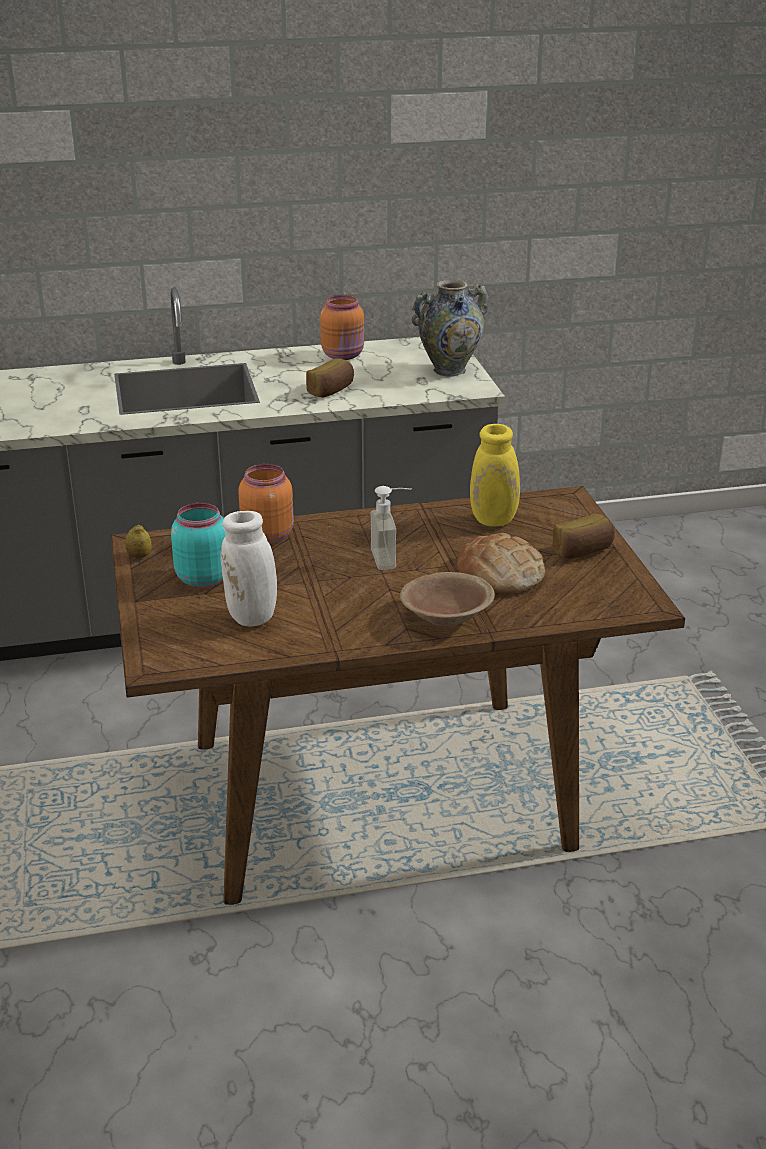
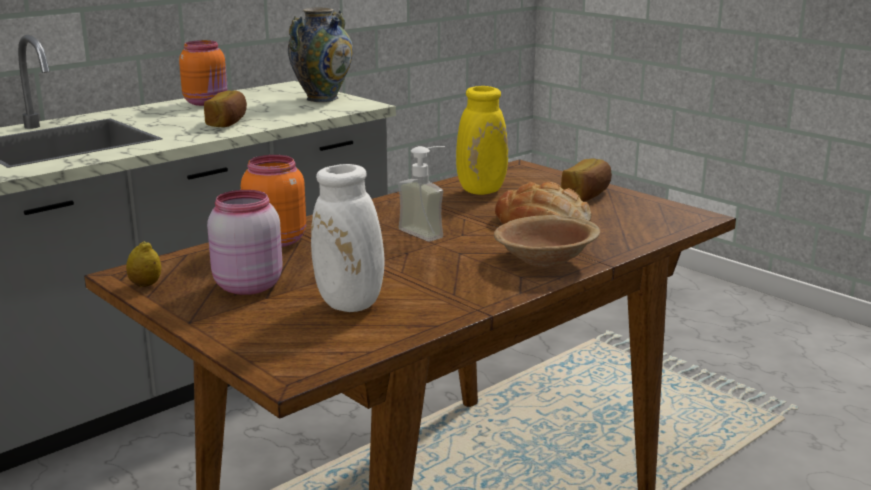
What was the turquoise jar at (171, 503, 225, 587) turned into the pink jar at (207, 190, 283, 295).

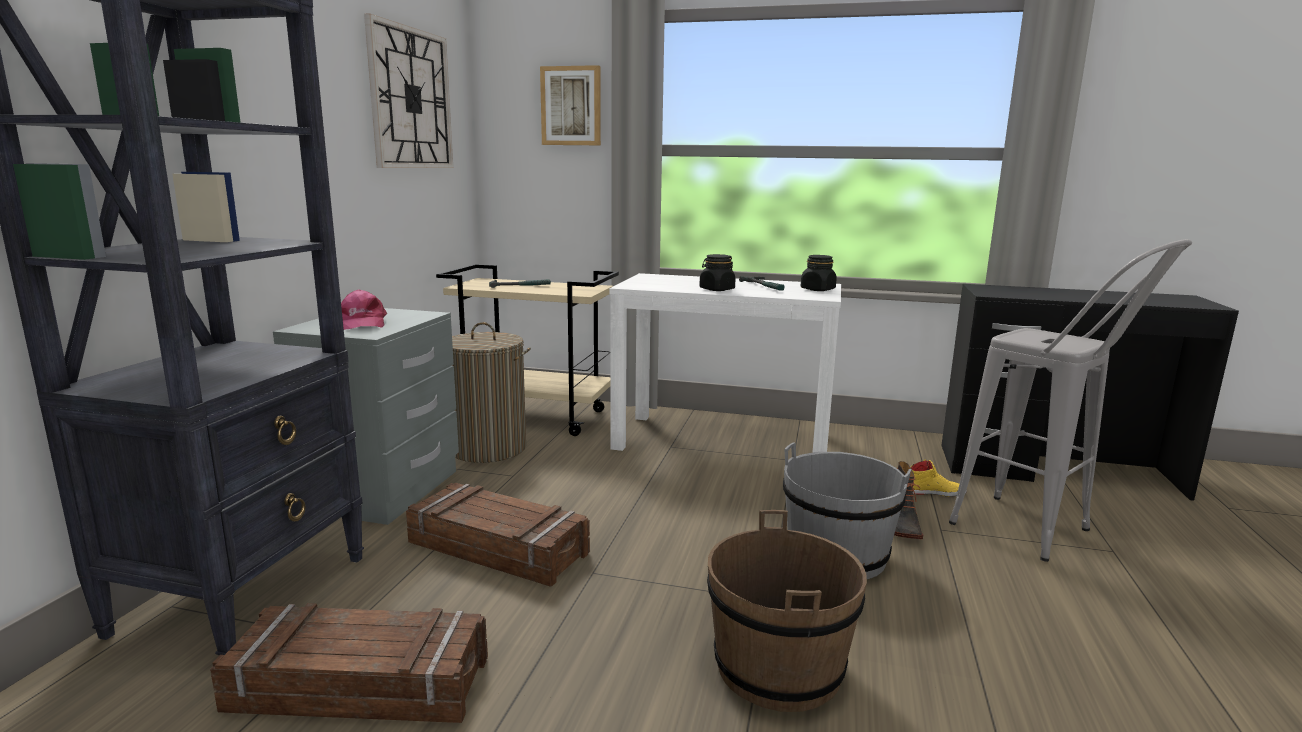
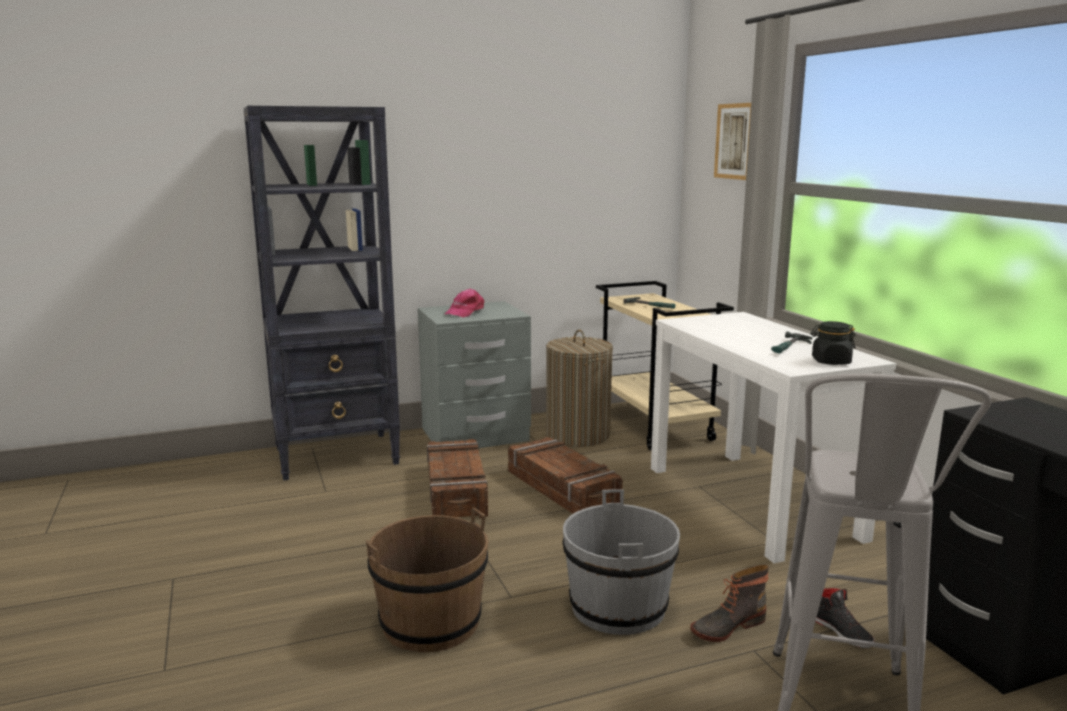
The second view lost the wall clock at (364, 13, 453, 168).
The second view lost the black jar at (699, 254, 736, 291).
What was the yellow shoe at (910, 459, 967, 497) turned into the black shoe at (815, 588, 874, 648).
The crate ended up elsewhere, having gone from (210, 603, 488, 723) to (508, 437, 623, 514).

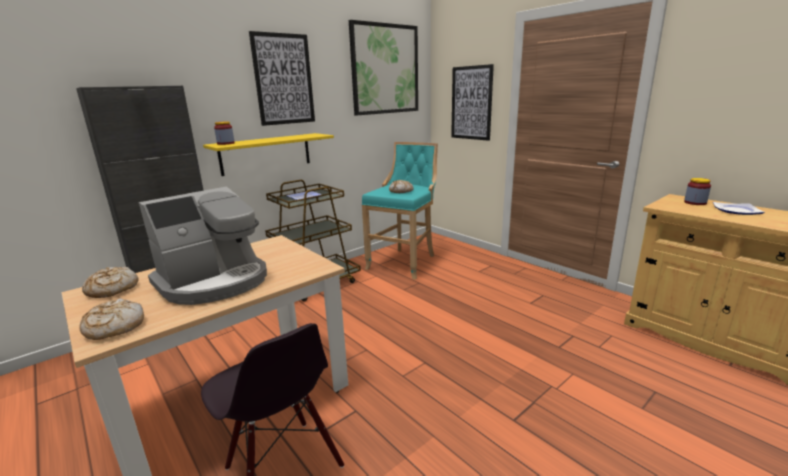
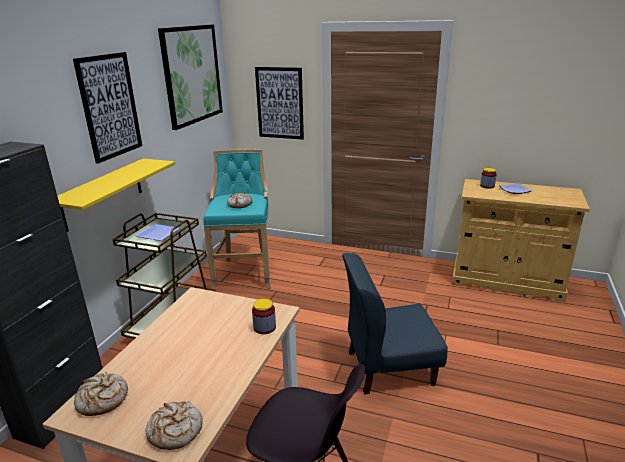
The jar ended up elsewhere, having gone from (214, 122, 235, 145) to (252, 299, 276, 334).
The second view lost the coffee machine at (139, 187, 267, 305).
The second view gained the blue chair at (342, 253, 448, 394).

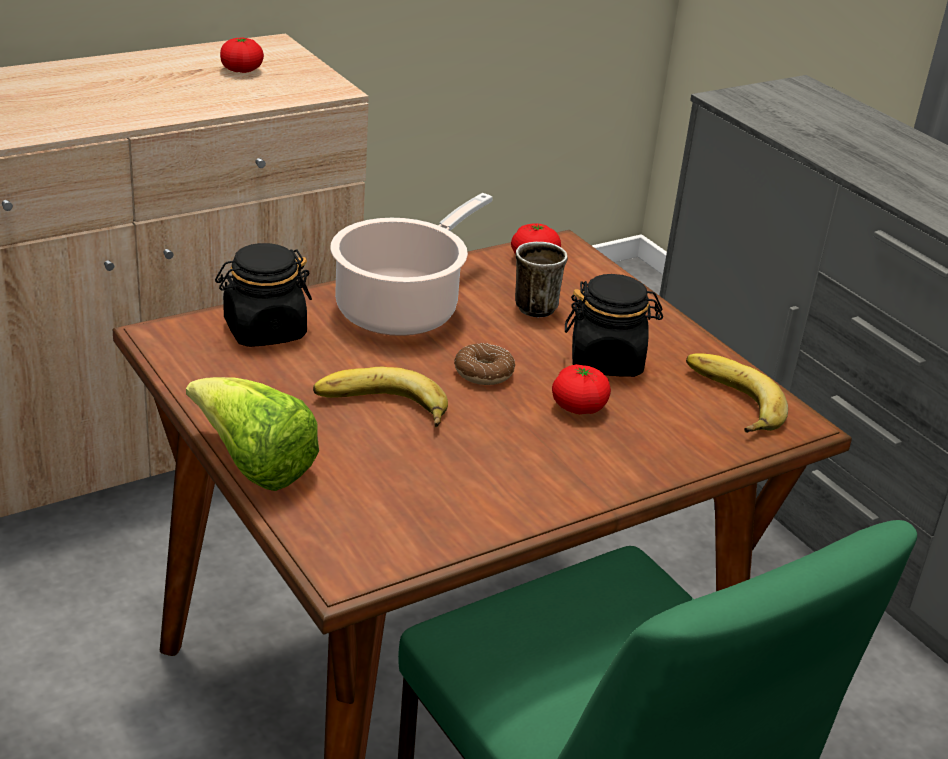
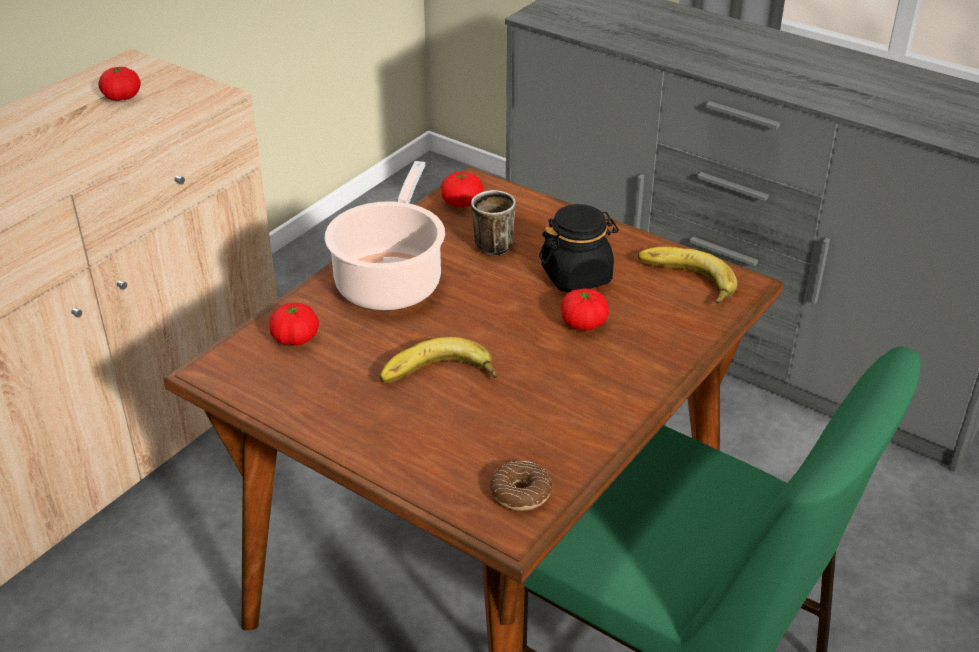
Where the black jar stood at (215, 243, 312, 347), the tomato came to stand at (270, 303, 319, 346).
The donut ended up elsewhere, having gone from (454, 343, 515, 385) to (489, 461, 553, 511).
The second view lost the lettuce at (186, 377, 319, 491).

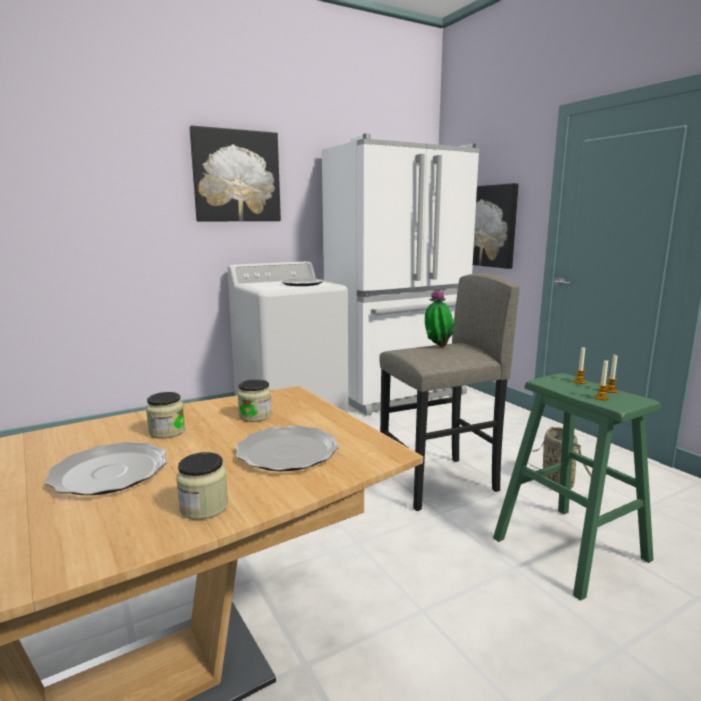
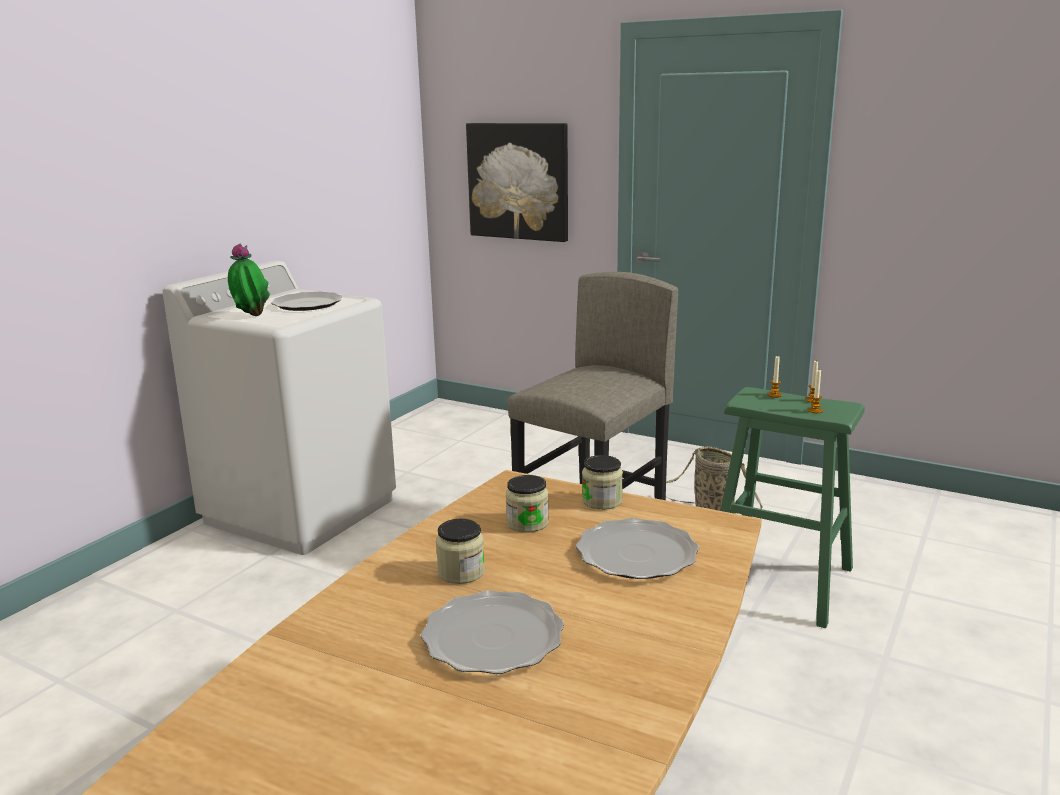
The second view lost the picture at (189, 126, 281, 222).
The second view lost the white fridge at (322, 134, 480, 416).
The potted plant ended up elsewhere, having gone from (425, 289, 455, 347) to (228, 244, 270, 316).
The jar ended up elsewhere, having gone from (176, 452, 228, 520) to (582, 455, 623, 510).

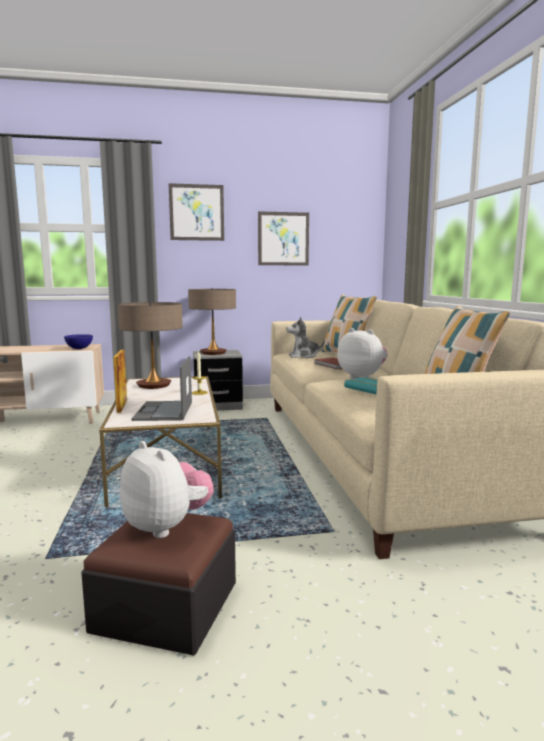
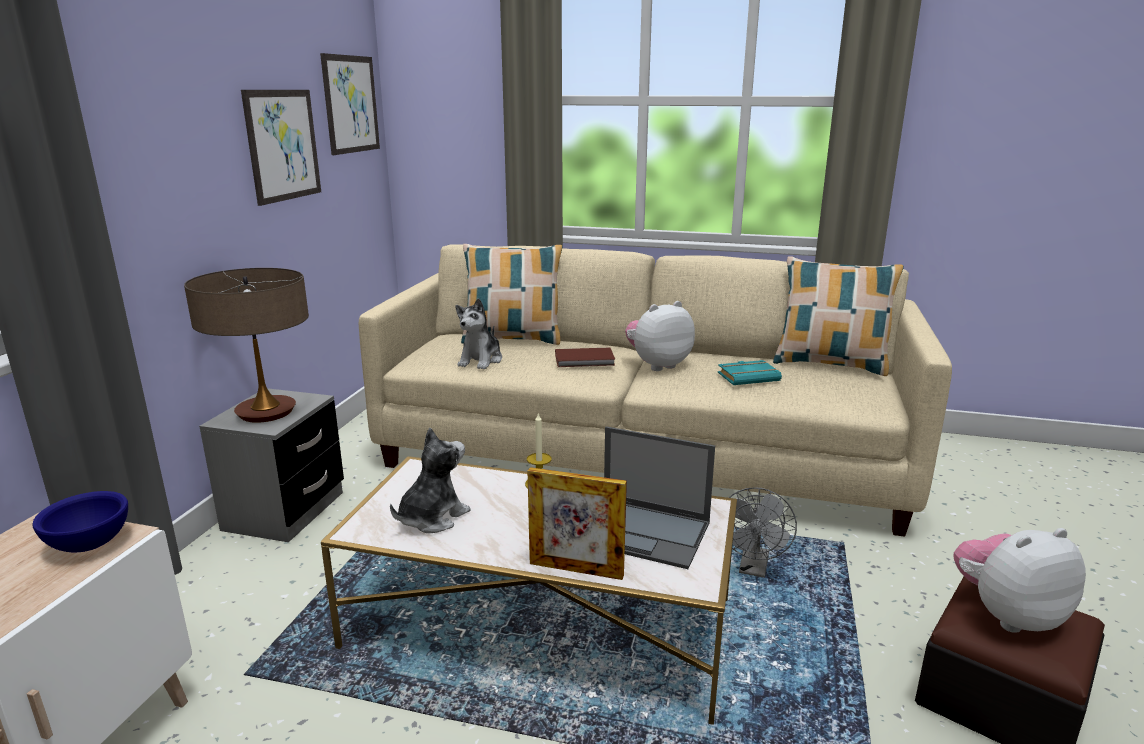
The picture ended up elsewhere, having gone from (168, 183, 224, 241) to (320, 53, 380, 155).
Where the table lamp stood at (118, 302, 183, 389), the plush toy came to stand at (390, 428, 471, 533).
The second view gained the grey fan at (729, 488, 797, 578).

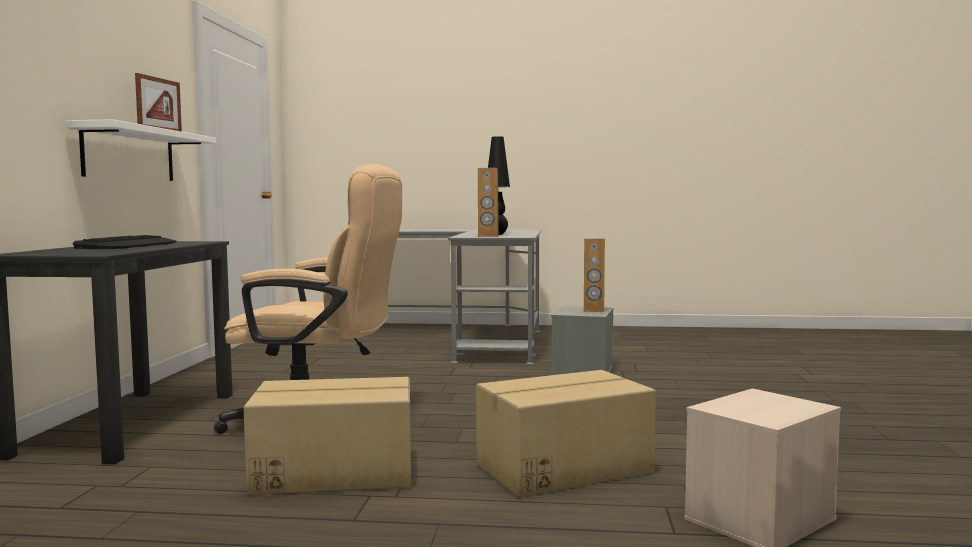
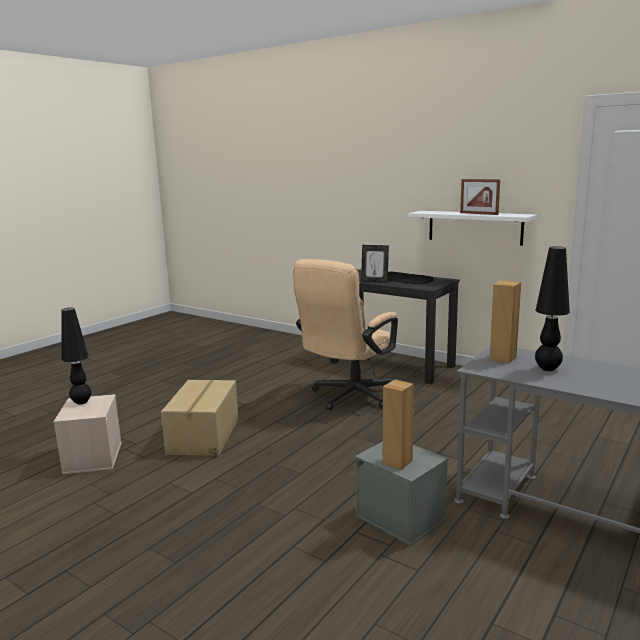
The second view lost the cardboard box at (244, 377, 411, 495).
The second view gained the picture frame at (361, 245, 389, 283).
The second view gained the black table lamp at (61, 308, 91, 404).

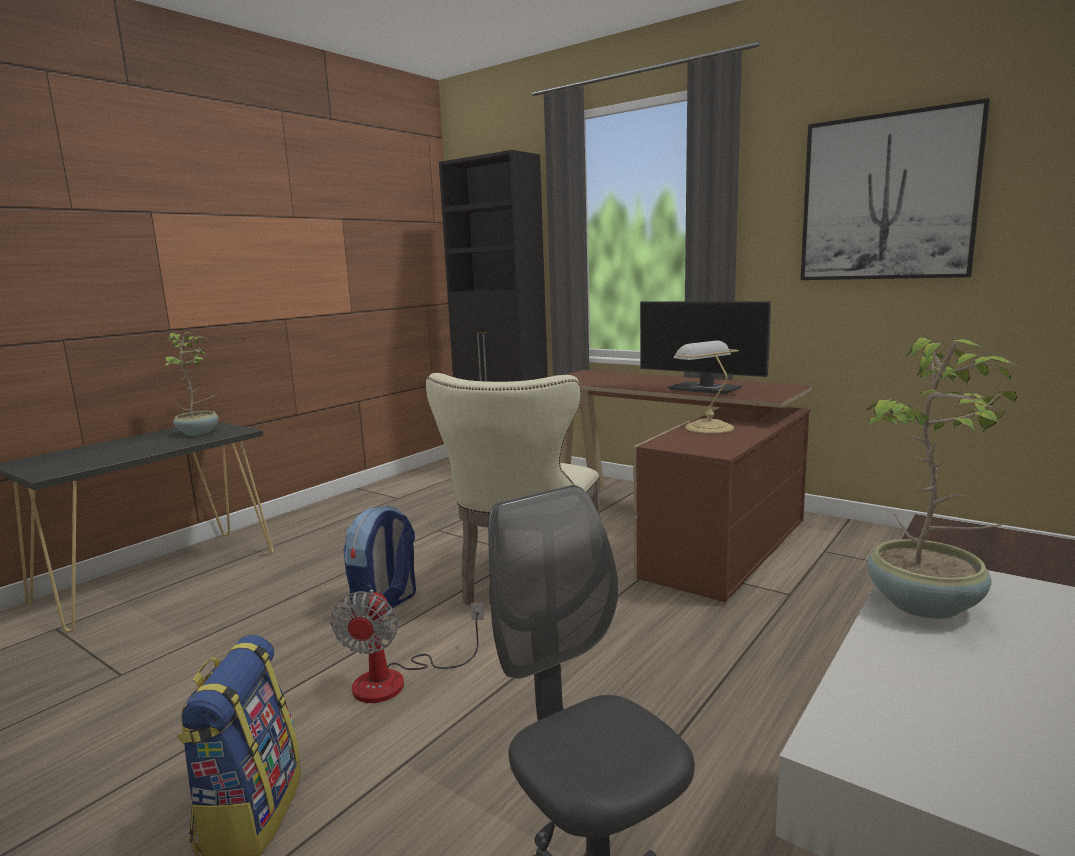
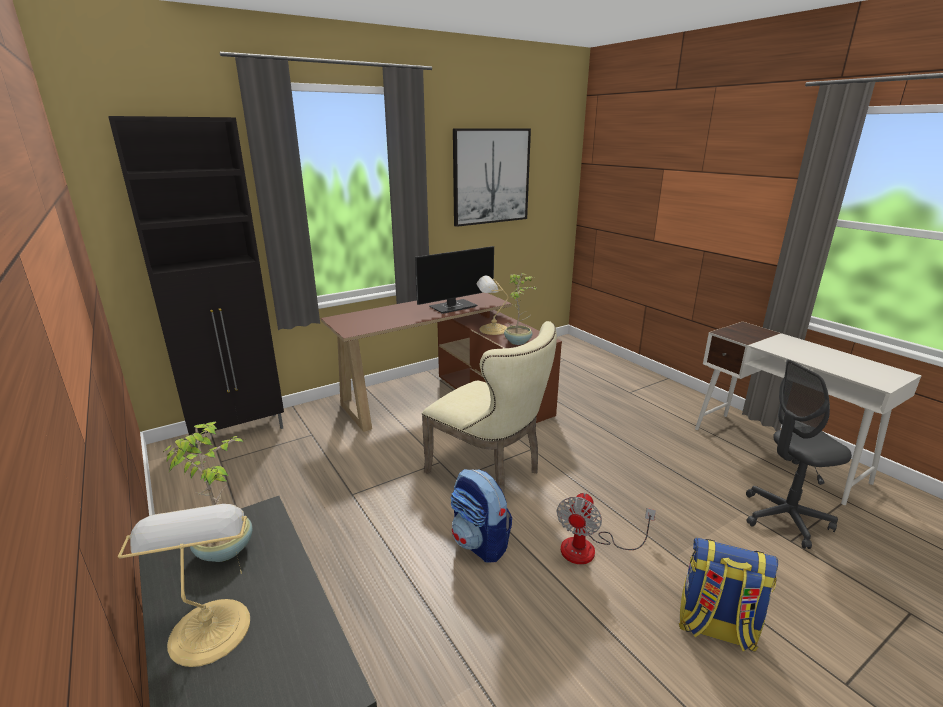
The potted plant ended up elsewhere, having gone from (865, 337, 1018, 619) to (504, 273, 536, 345).
The fan at (331, 590, 484, 703) ended up facing another way, 90 degrees clockwise from before.
The second view gained the table lamp at (118, 504, 250, 667).

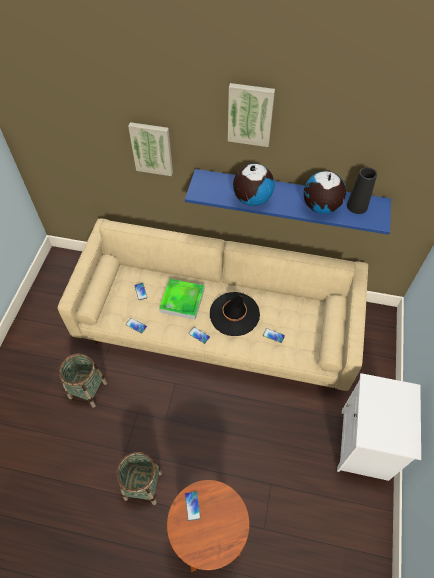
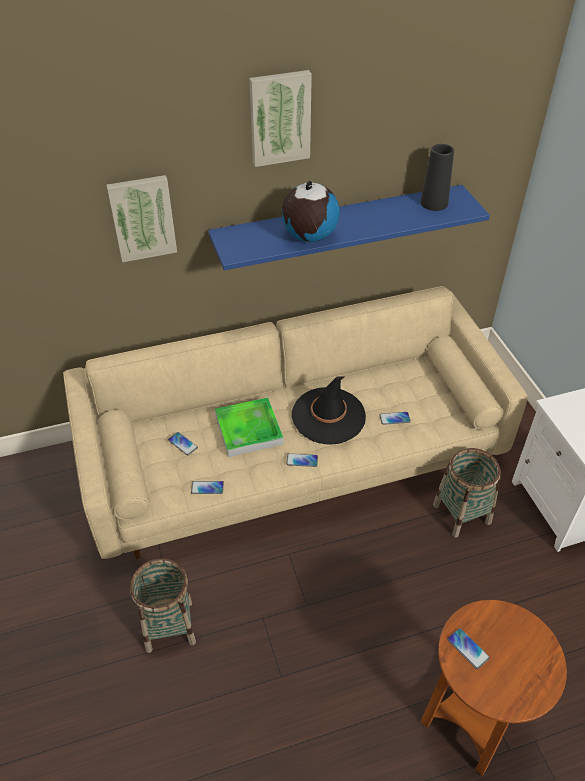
The second view lost the globe at (303, 171, 346, 214).
The basket ended up elsewhere, having gone from (116, 452, 162, 505) to (433, 448, 501, 537).

